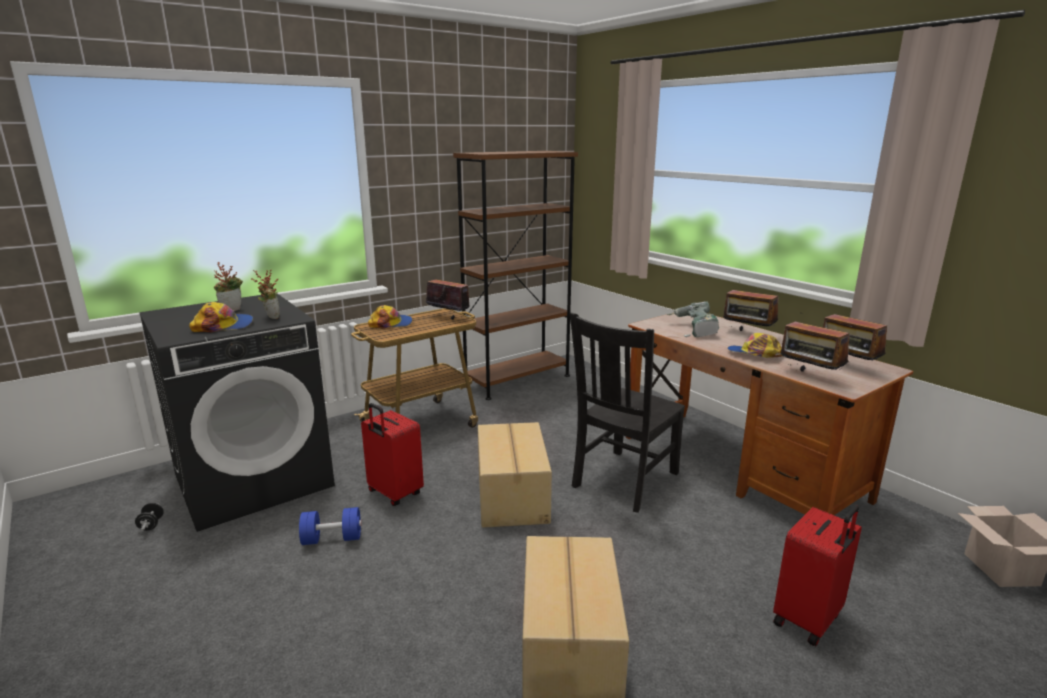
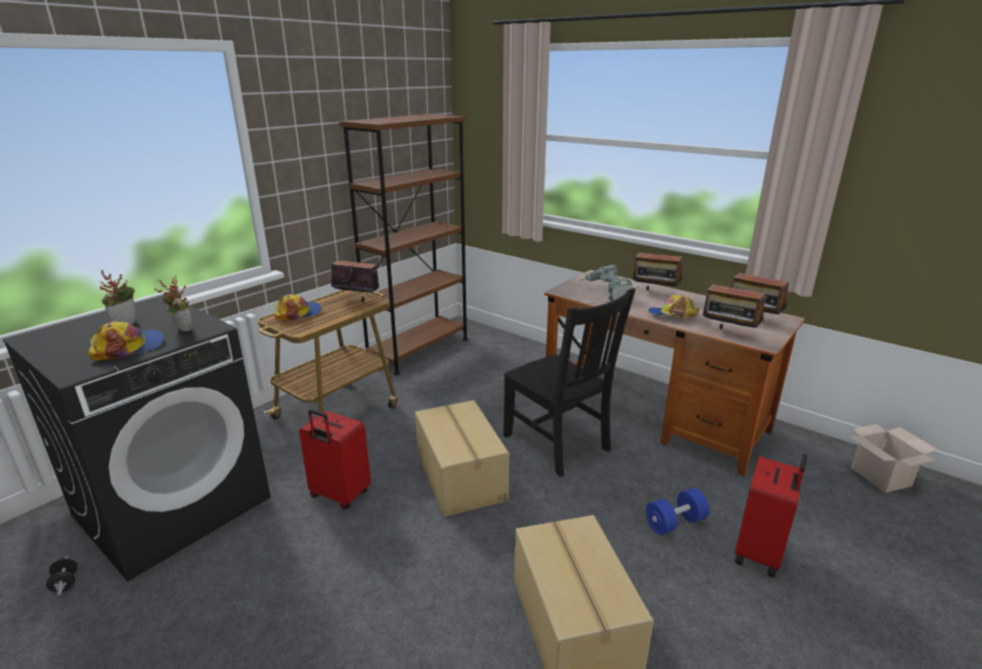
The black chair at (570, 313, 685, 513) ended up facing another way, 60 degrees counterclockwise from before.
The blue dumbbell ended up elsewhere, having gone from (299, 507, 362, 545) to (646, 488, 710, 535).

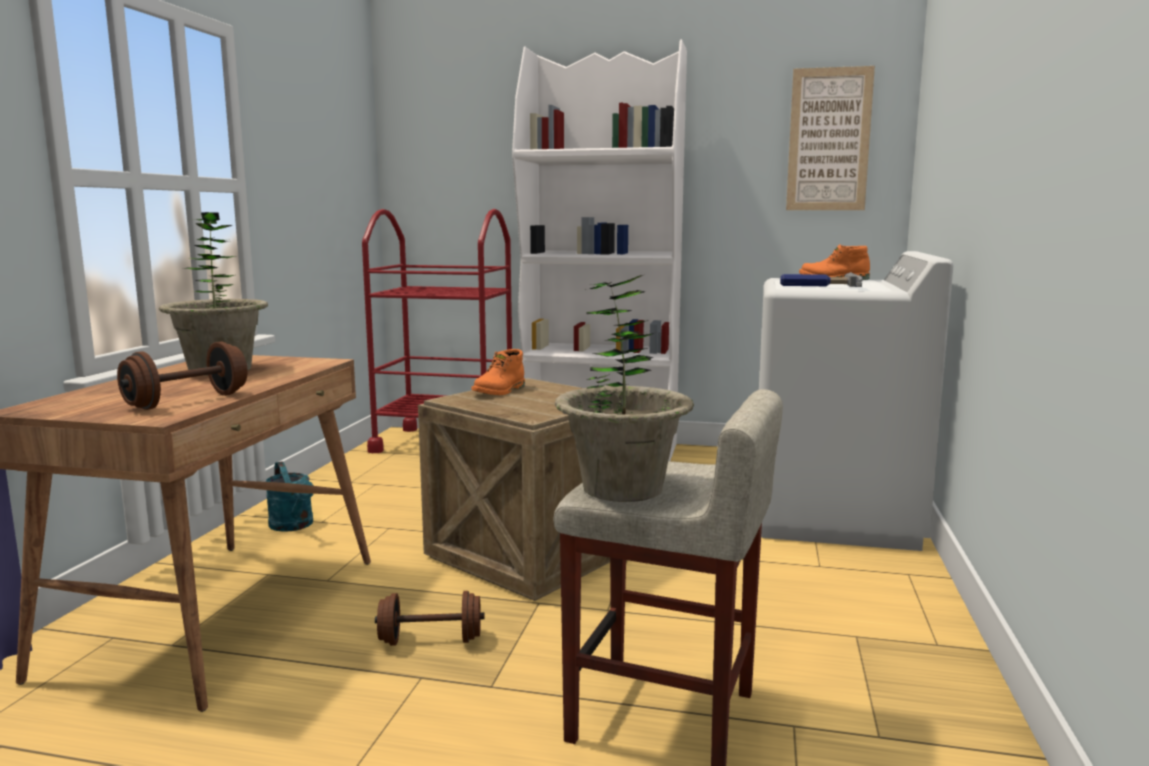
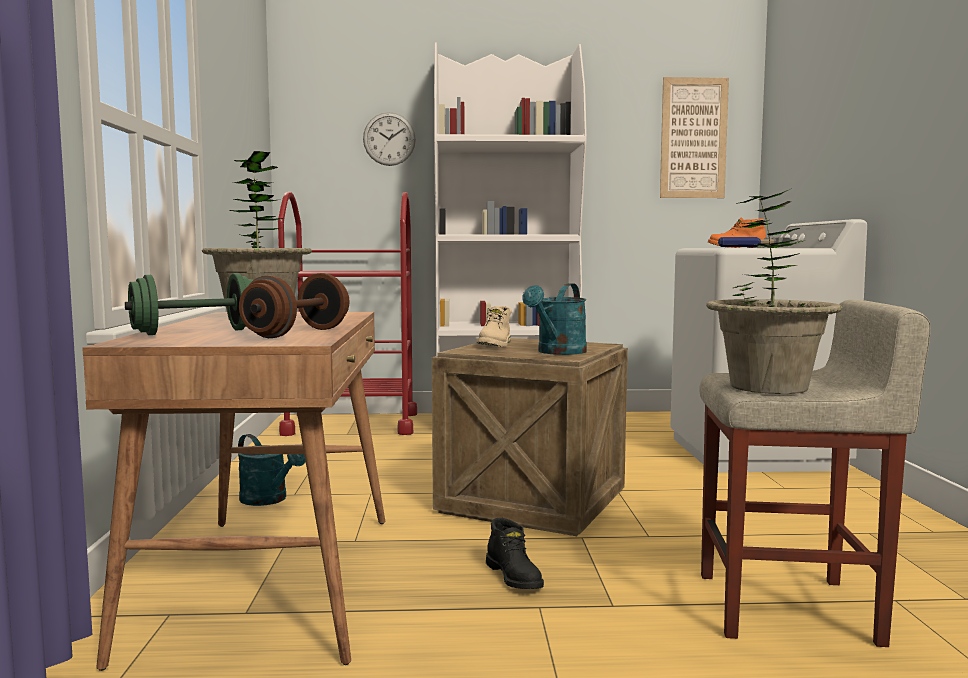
What was the orange boot at (471, 349, 525, 395) turned into the beige boot at (477, 306, 512, 347).
Where the brown dumbbell stood at (375, 591, 485, 646), the black boot came to stand at (486, 518, 544, 589).
The second view gained the wall clock at (363, 112, 416, 166).
The second view gained the green dumbbell at (125, 273, 253, 335).
The second view gained the turquoise watering can at (522, 283, 587, 355).

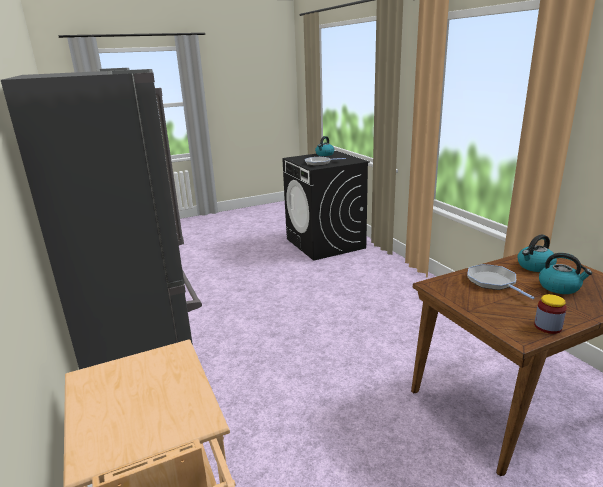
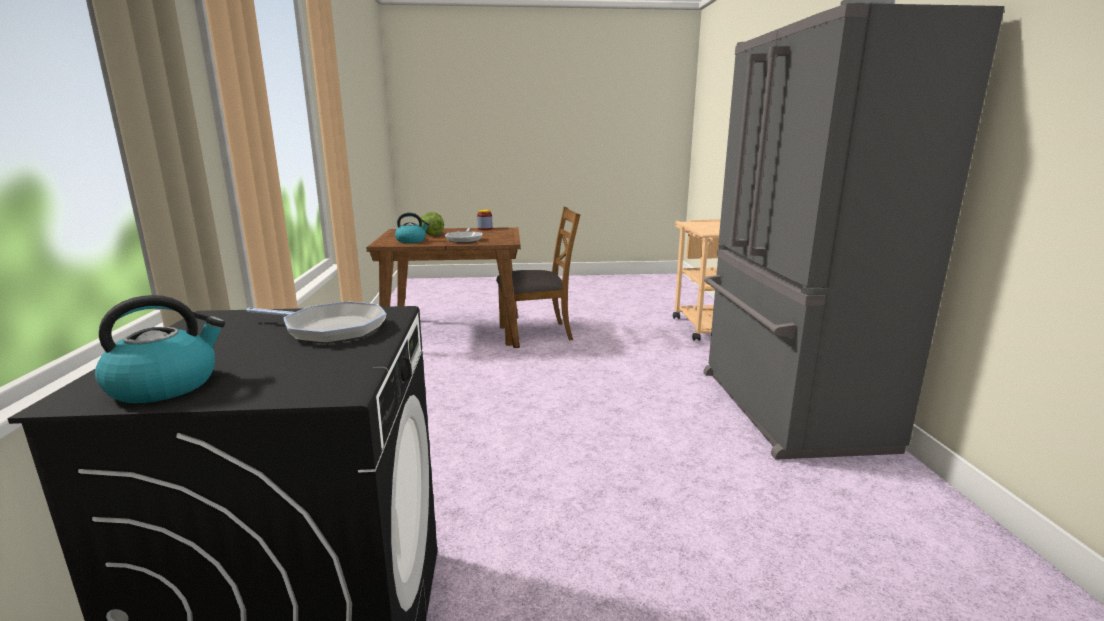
Where the kettle stood at (539, 253, 592, 294), the lettuce came to stand at (421, 212, 444, 236).
The second view gained the brown chair at (496, 207, 580, 346).

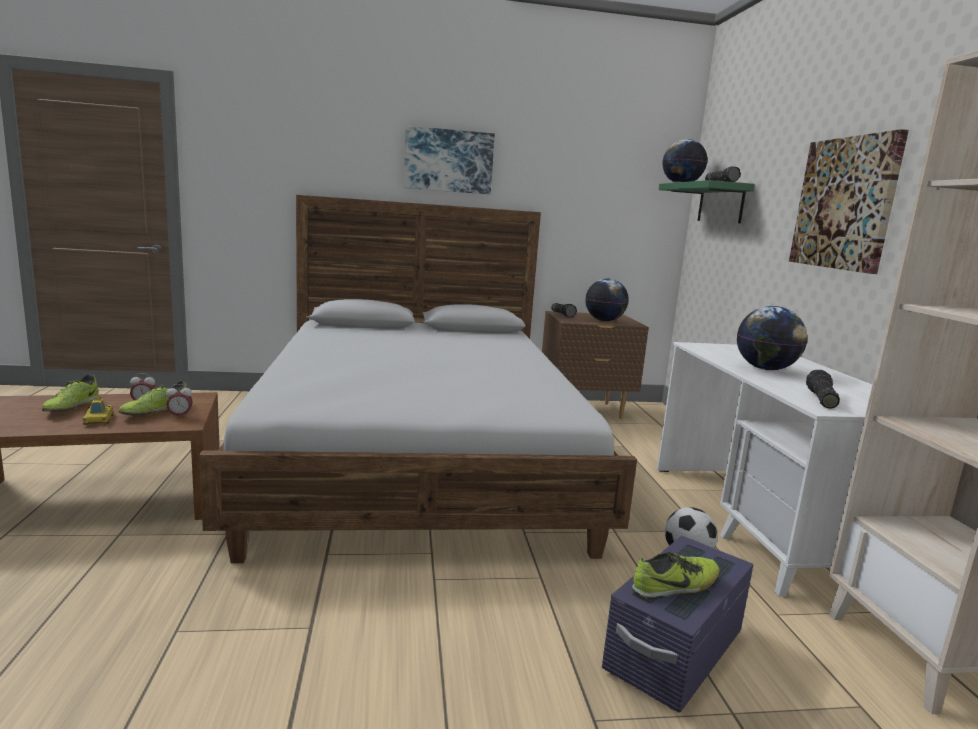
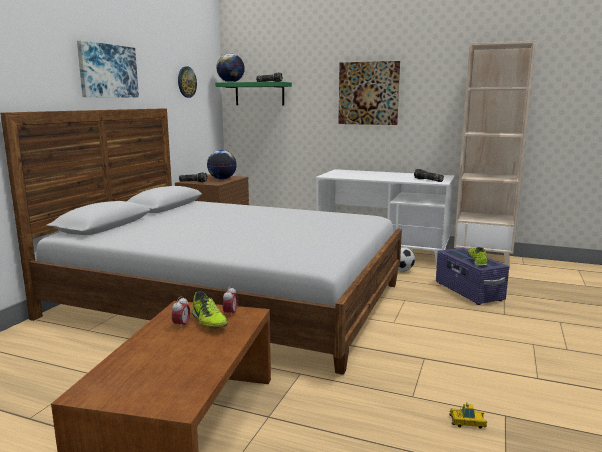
The second view lost the globe at (737, 306, 807, 370).
The second view lost the shoe at (42, 375, 99, 412).
The toy car ended up elsewhere, having gone from (83, 397, 113, 425) to (449, 402, 487, 429).
The second view gained the wall clock at (178, 66, 197, 98).

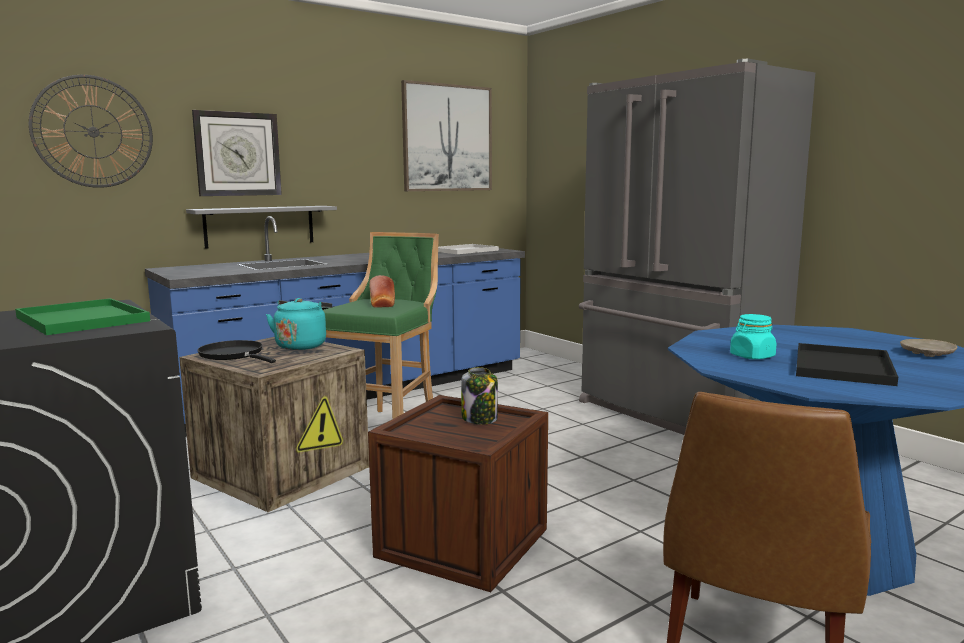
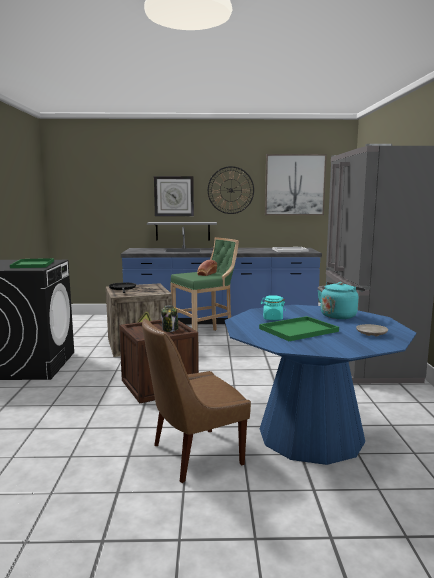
The wall clock ended up elsewhere, having gone from (29, 75, 153, 188) to (208, 166, 254, 214).
The turquoise kettle ended up elsewhere, having gone from (266, 298, 332, 350) to (318, 282, 365, 319).
What was the black tray at (796, 343, 898, 386) turned into the green tray at (259, 316, 339, 341).

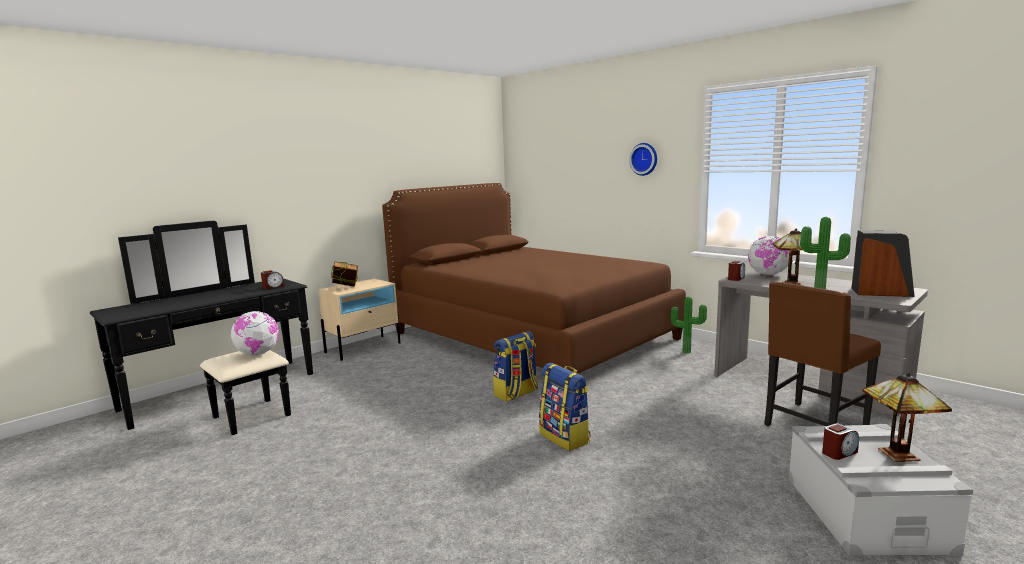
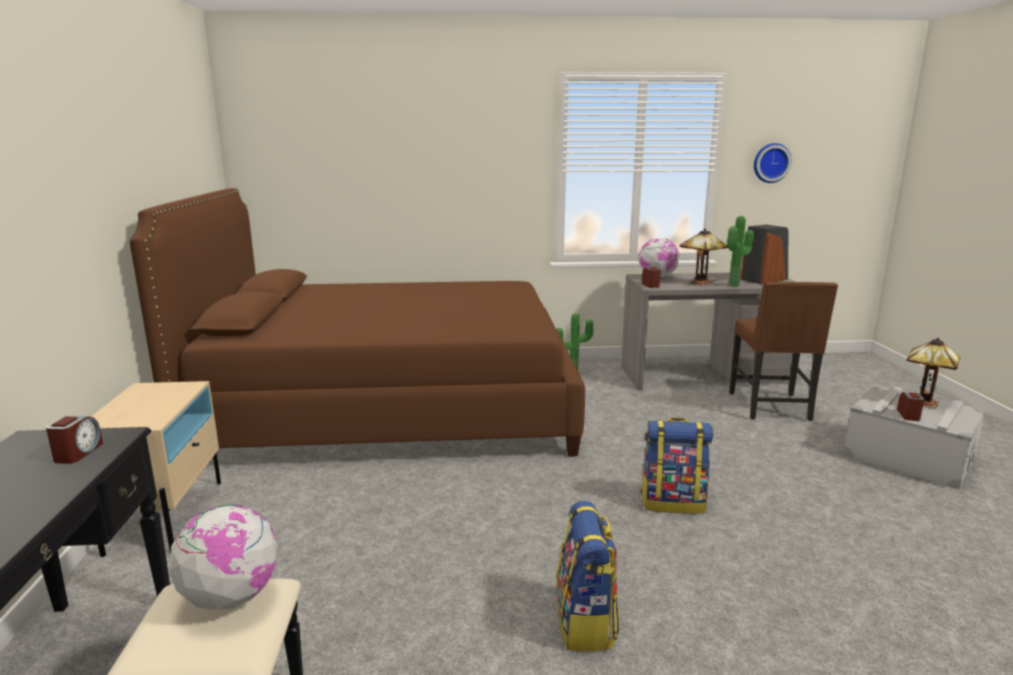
The wall clock ended up elsewhere, having gone from (629, 143, 657, 176) to (754, 143, 792, 183).
The second view lost the book at (331, 261, 358, 287).
The backpack ended up elsewhere, having gone from (493, 331, 538, 402) to (556, 501, 620, 651).

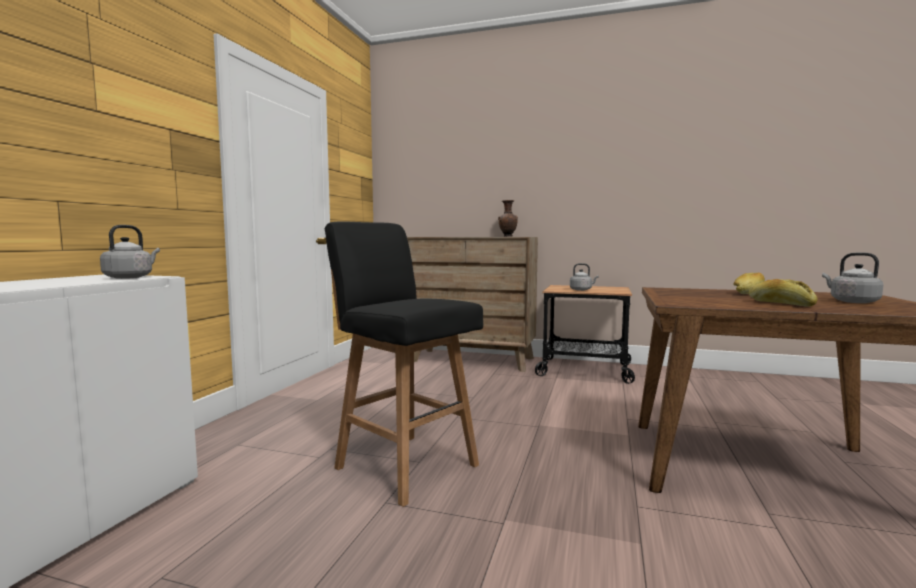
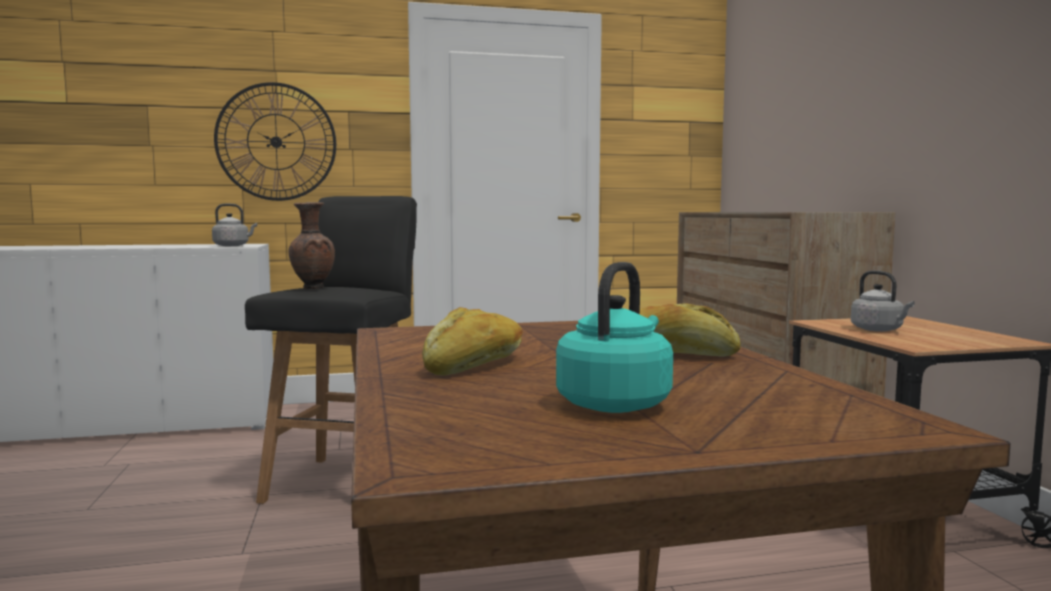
The brown vase ended up elsewhere, having gone from (498, 200, 518, 237) to (288, 202, 335, 289).
What was the grey kettle at (822, 253, 883, 303) turned into the turquoise kettle at (556, 262, 673, 413).
The second view gained the wall clock at (214, 82, 336, 201).

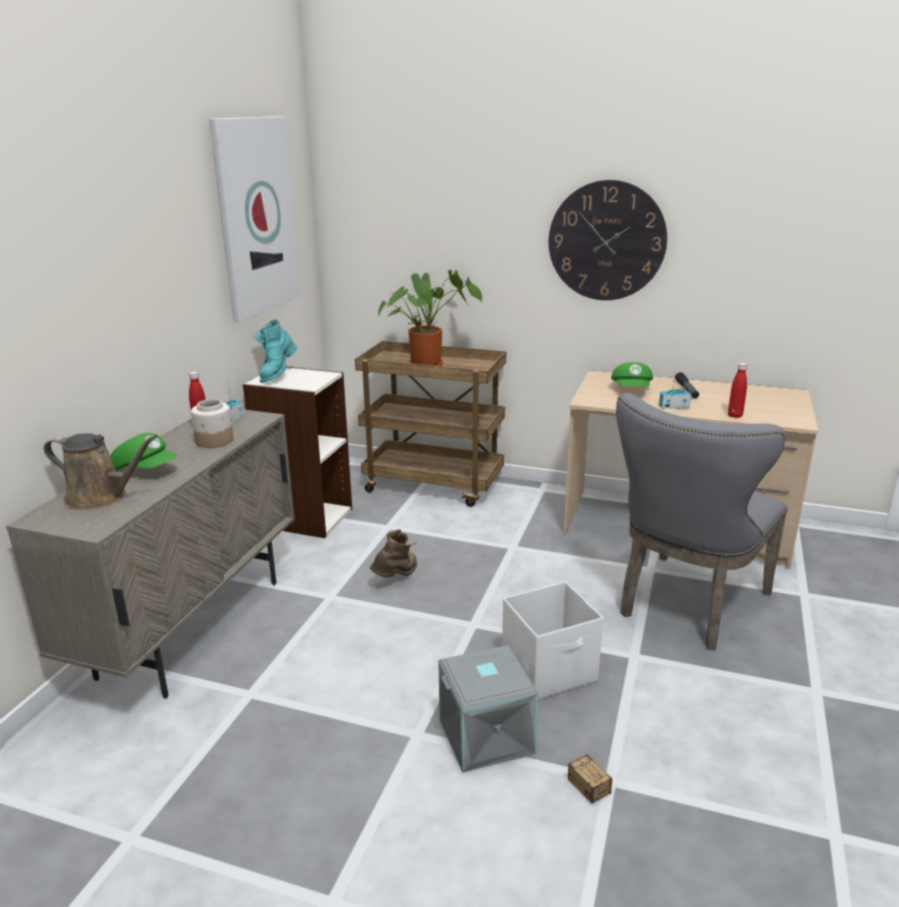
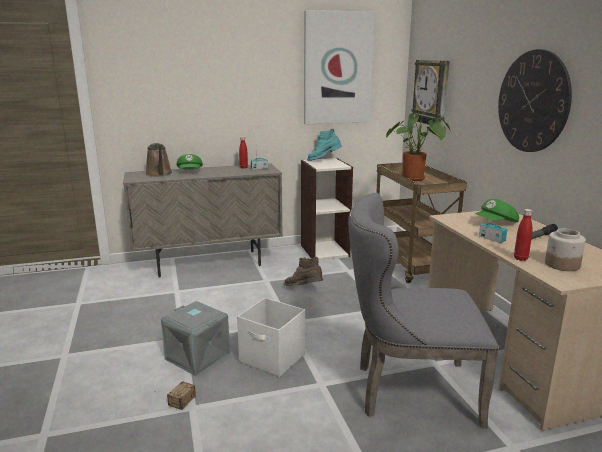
The jar ended up elsewhere, having gone from (191, 399, 234, 448) to (545, 229, 586, 271).
The brown boot at (370, 529, 417, 577) ended up facing another way, 150 degrees counterclockwise from before.
The second view gained the wall clock at (411, 60, 450, 125).

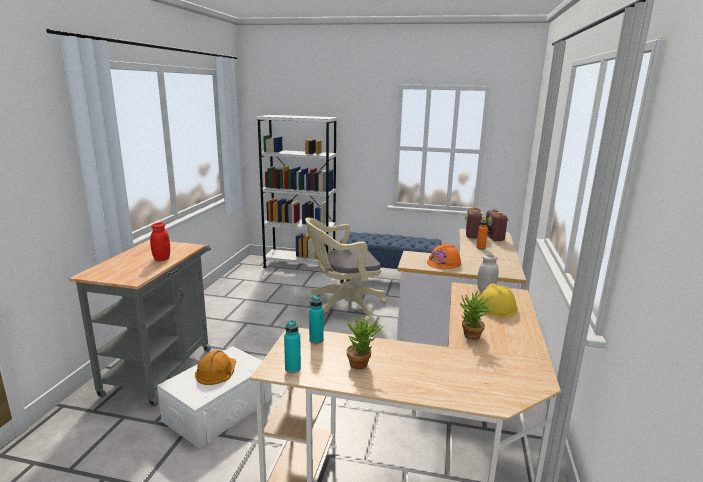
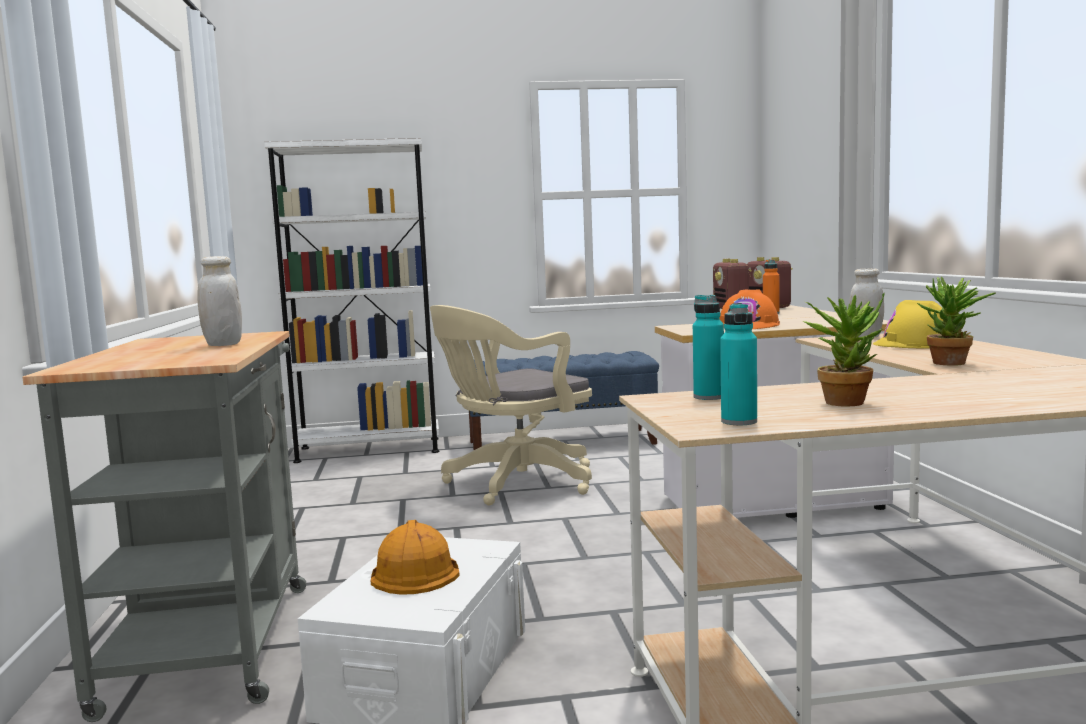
What was the red jar at (150, 222, 170, 261) turned into the white jar at (197, 256, 242, 346).

